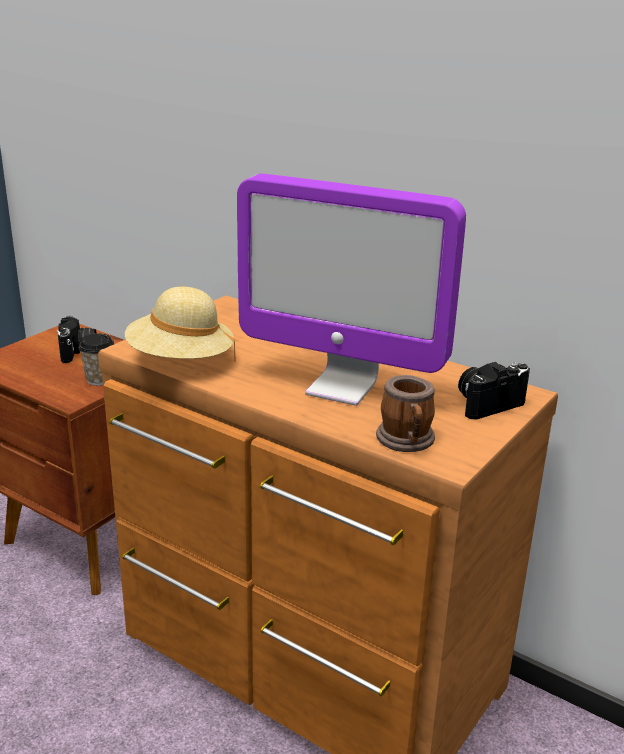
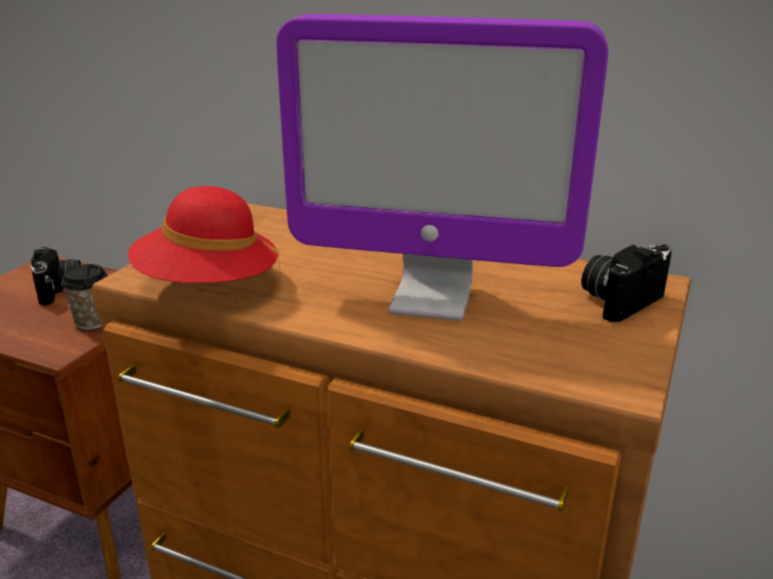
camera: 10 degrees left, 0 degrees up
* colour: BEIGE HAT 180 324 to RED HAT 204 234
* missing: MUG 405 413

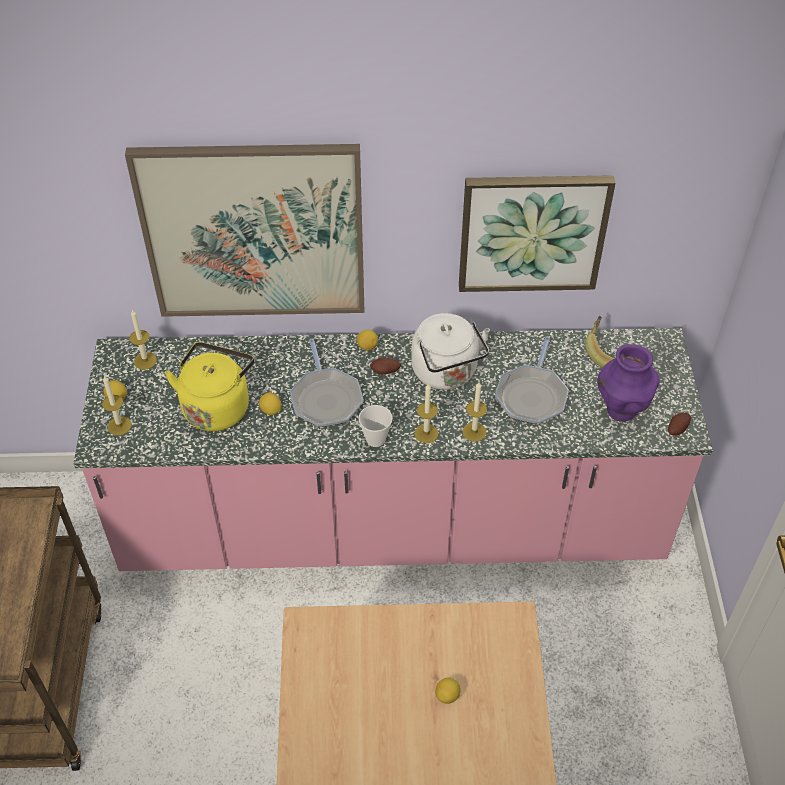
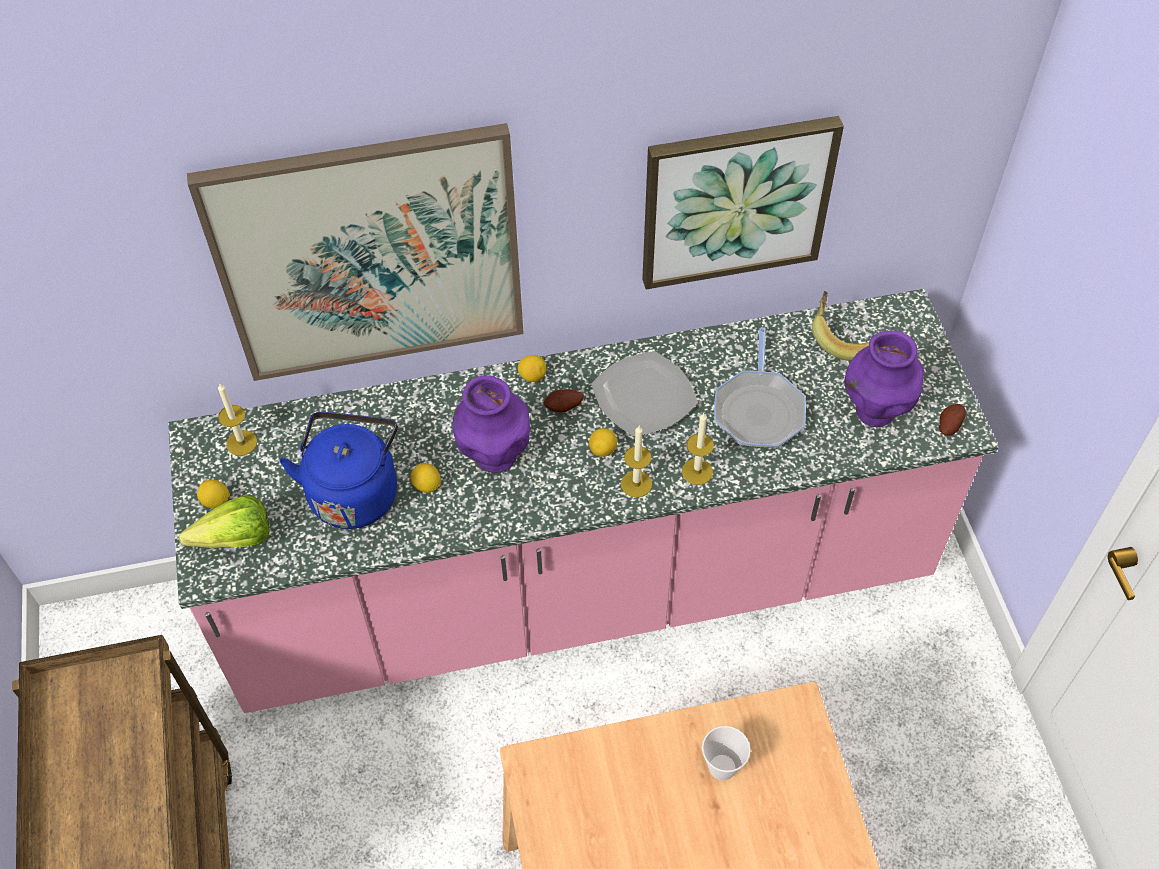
camera: 10 degrees left, 5 degrees up
* exchanged: CANDLE 117 405 to LETTUCE 224 521
* colour: YELLOW KETTLE 209 386 to BLUE KETTLE 339 470
* exchanged: FRYING PAN 327 382 to PURPLE VASE 491 424
* relocated: CUP 375 426 to 726 753
* exchanged: WHITE KETTLE 450 351 to PLATE 644 394
* relocated: LEMON 448 690 to 603 442

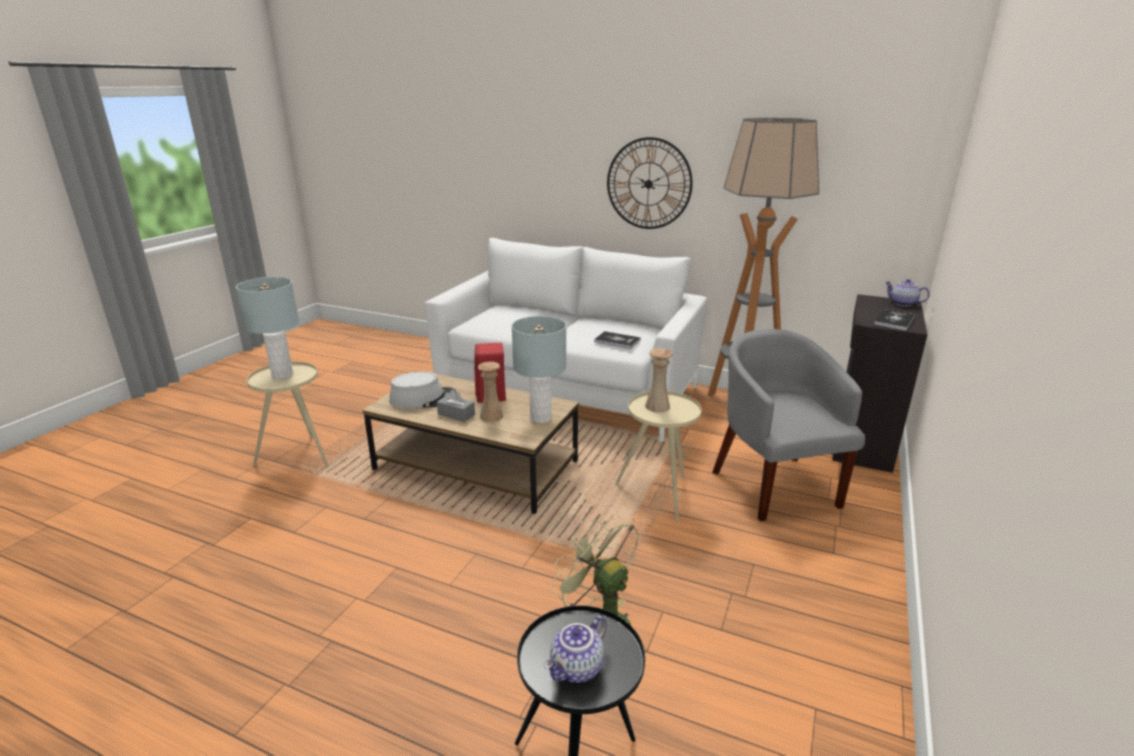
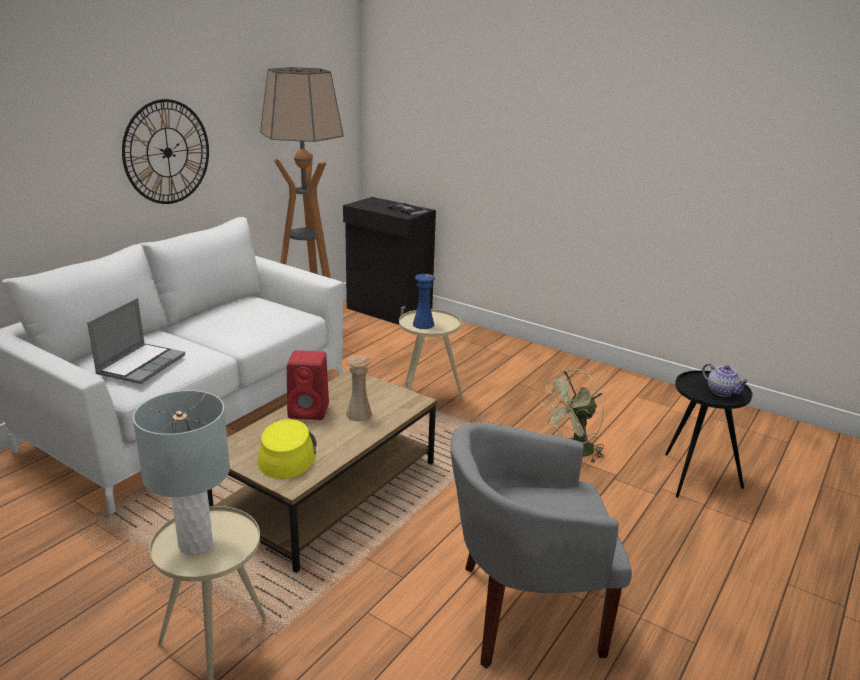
camera: 80 degrees left, 0 degrees up
* colour: GREY HAT 423 390 to YELLOW HAT 287 449
* missing: GREY TISSUE BOX 456 405
* missing: GREY TABLE LAMP 539 369
* missing: BOOK 617 340
* colour: BEIGE VASE 659 380 to BLUE VASE 424 301
* relocated: GREY ARMCHAIR 788 425 to 541 545
* missing: TEAPOT 907 293
* appeared: LAPTOP 136 341

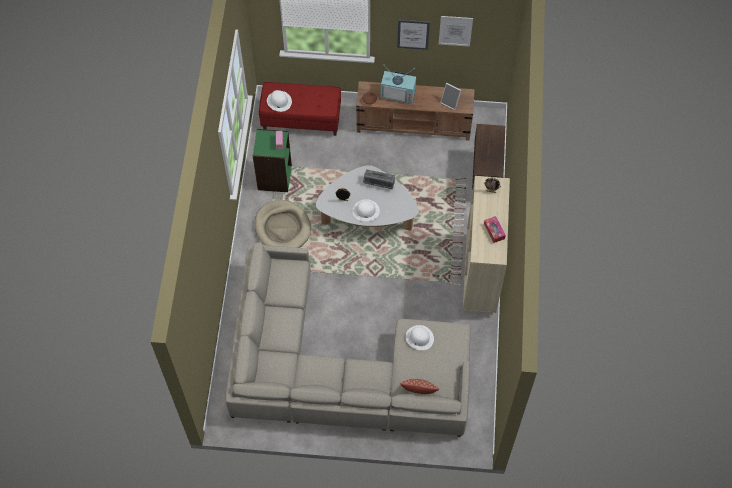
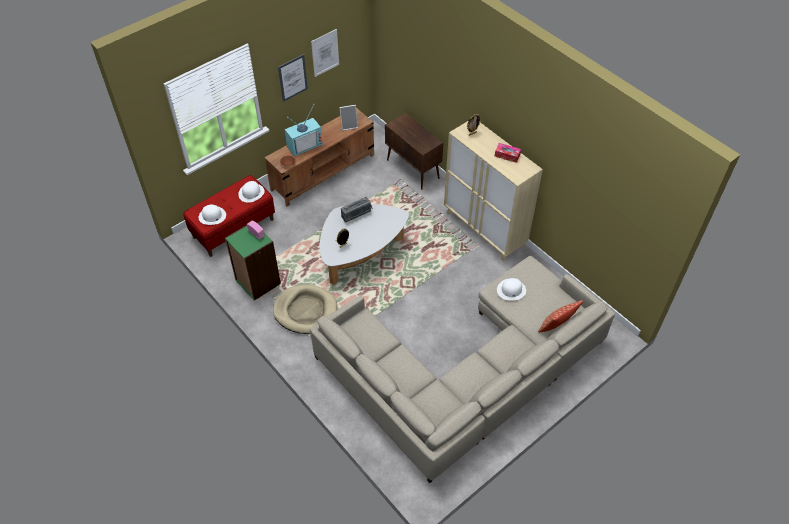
camera: 45 degrees left, 10 degrees down
* relocated: WHITE HAT 366 210 to 251 192

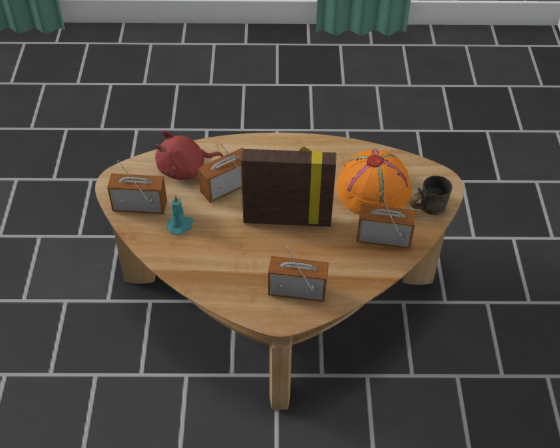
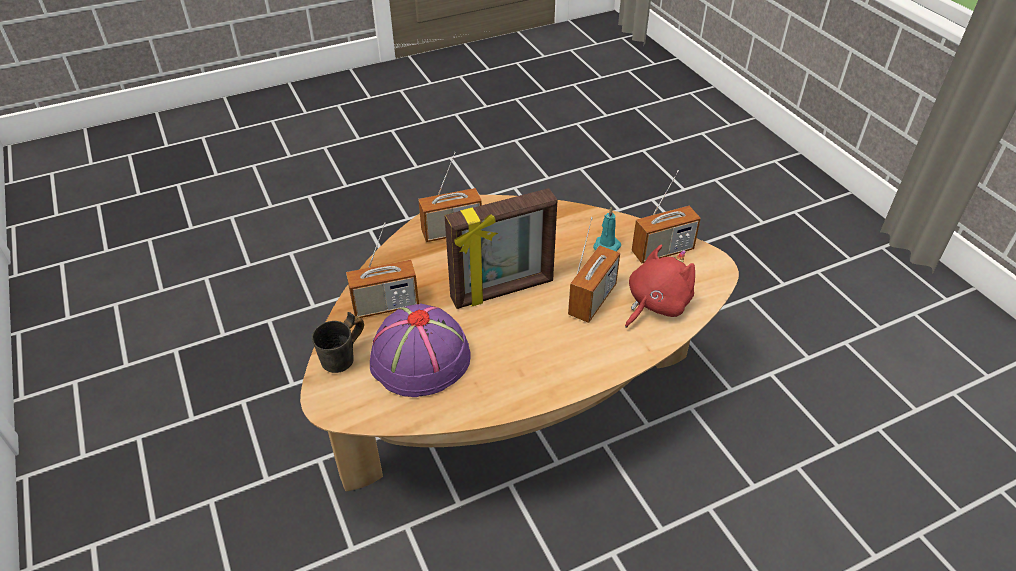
camera: 155 degrees right, 5 degrees down
* colour: ORANGE HAT 374 182 to PURPLE HAT 420 350

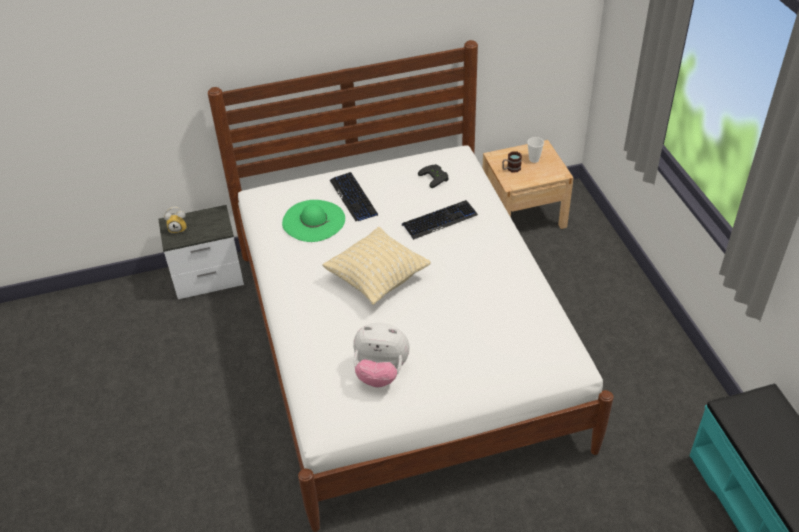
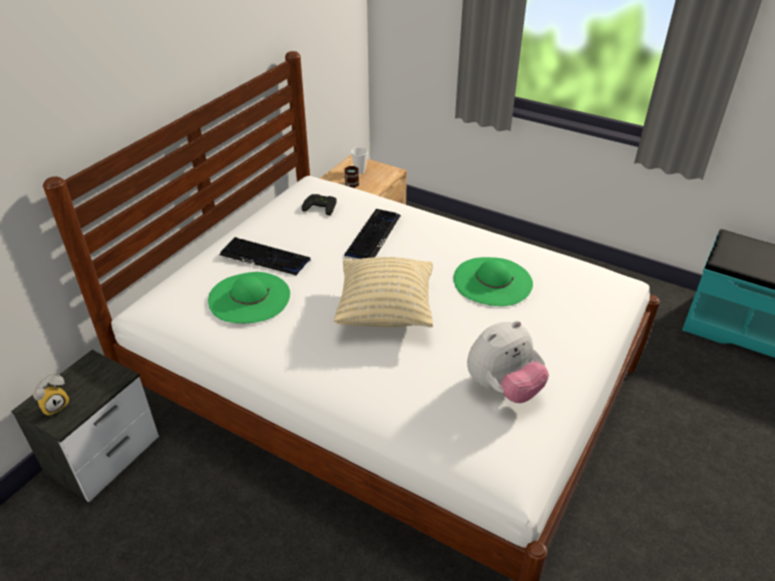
camera: 45 degrees left, 5 degrees down
* appeared: GREEN HAT 493 281

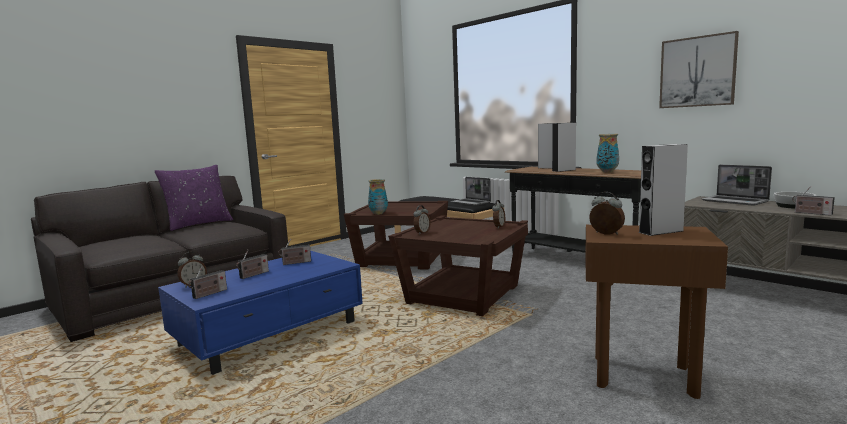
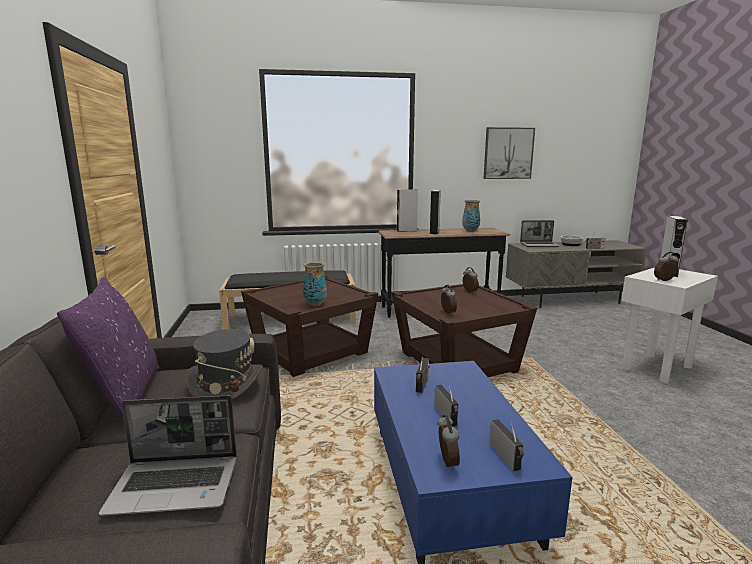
camera: 55 degrees left, 5 degrees up
* relocated: LAPTOP 470 191 to 168 455
* colour: BROWN SIDE TABLE 656 312 to WHITE SIDE TABLE 669 326
* appeared: GREY HAT 224 364

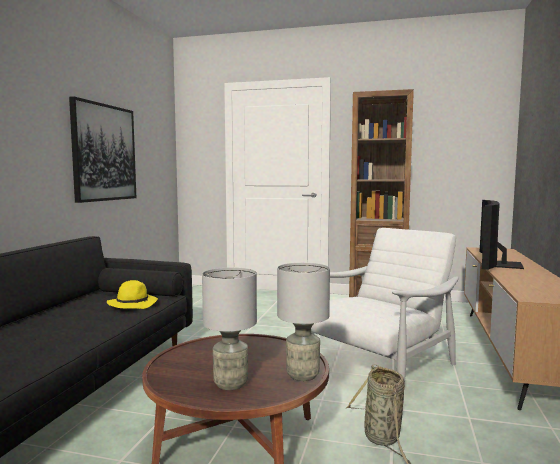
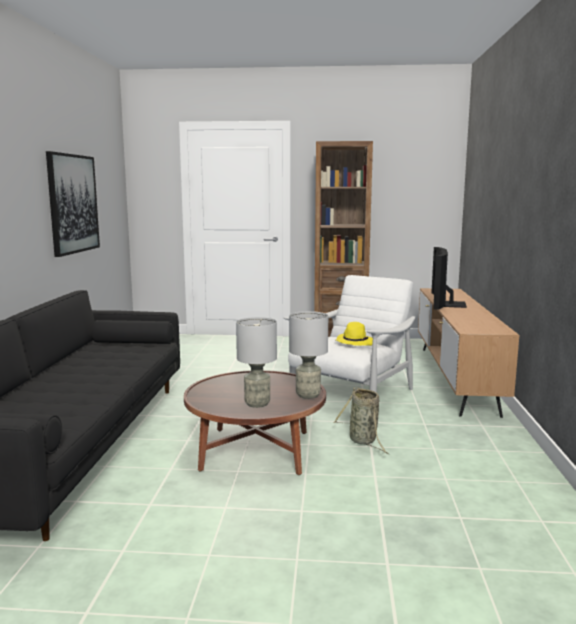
camera: 10 degrees left, 5 degrees up
* relocated: YELLOW HAT 132 294 to 354 334

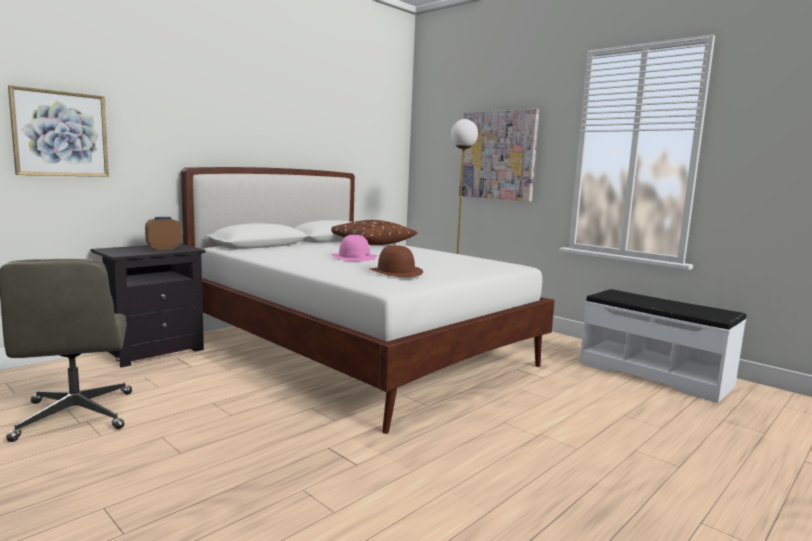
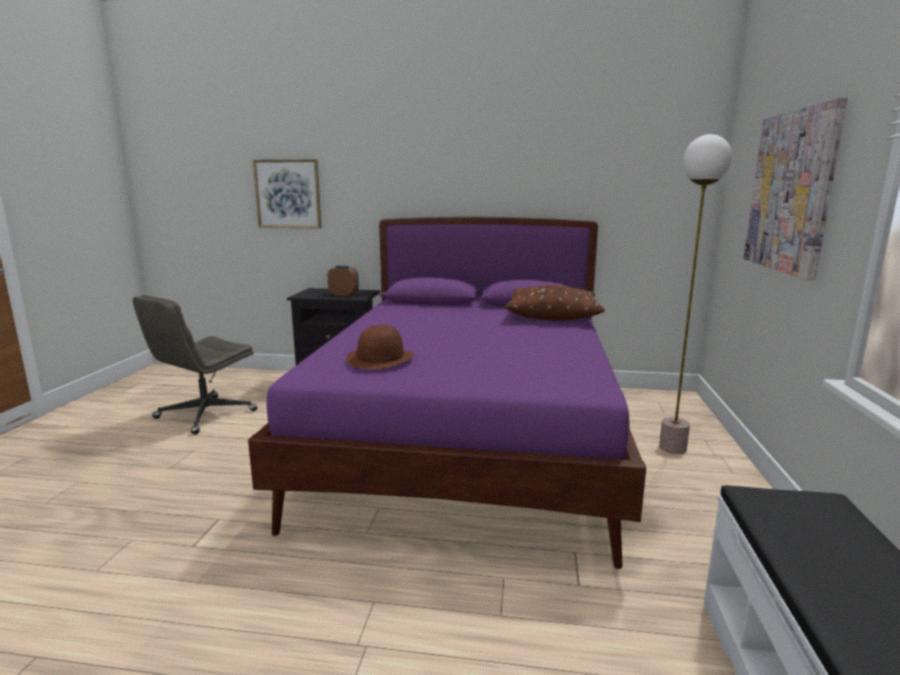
camera: 55 degrees right, 5 degrees up
* colour: WHITE BED 368 300 to PURPLE BED 447 393
* missing: PINK HAT 354 248

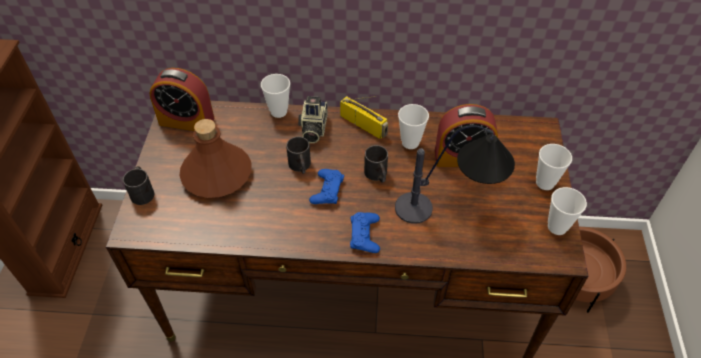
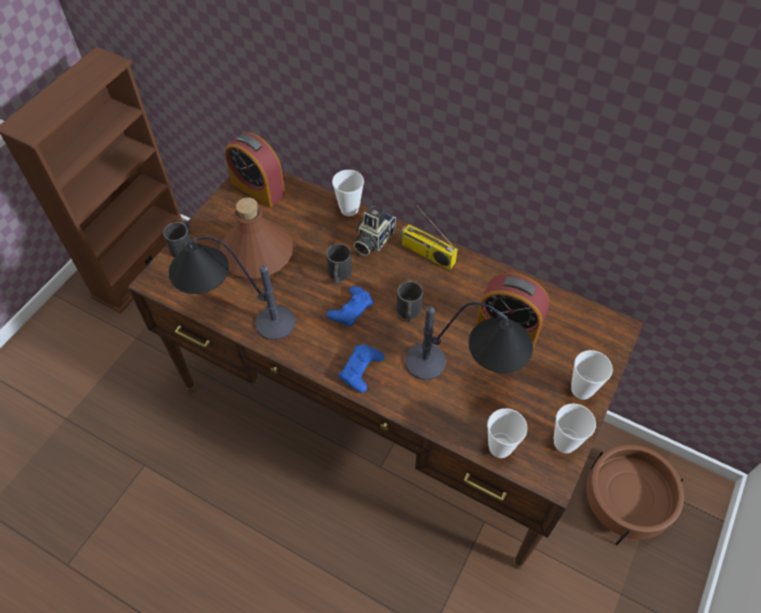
camera: 25 degrees right, 5 degrees up
* spun: RADIO 364 117 = 429 238 150 degrees clockwise
* relocated: CUP 413 126 to 507 433
* appeared: TABLE LAMP 232 288

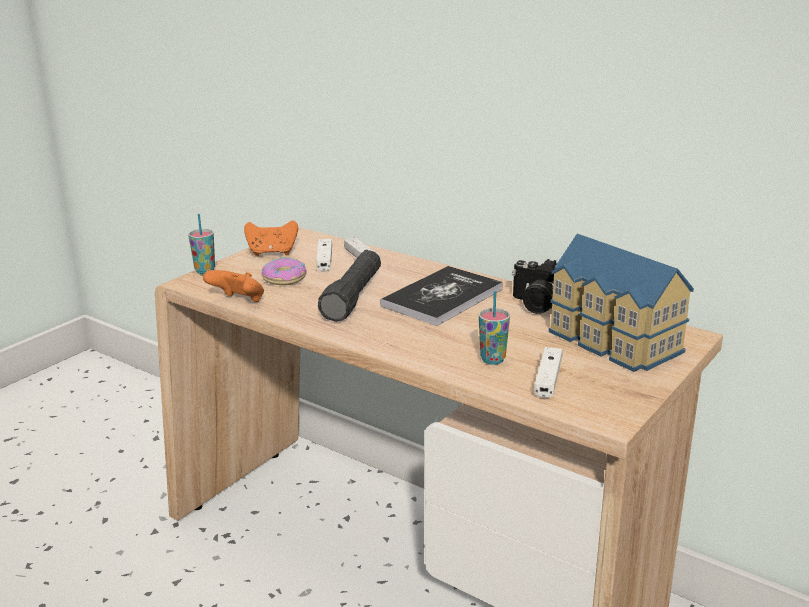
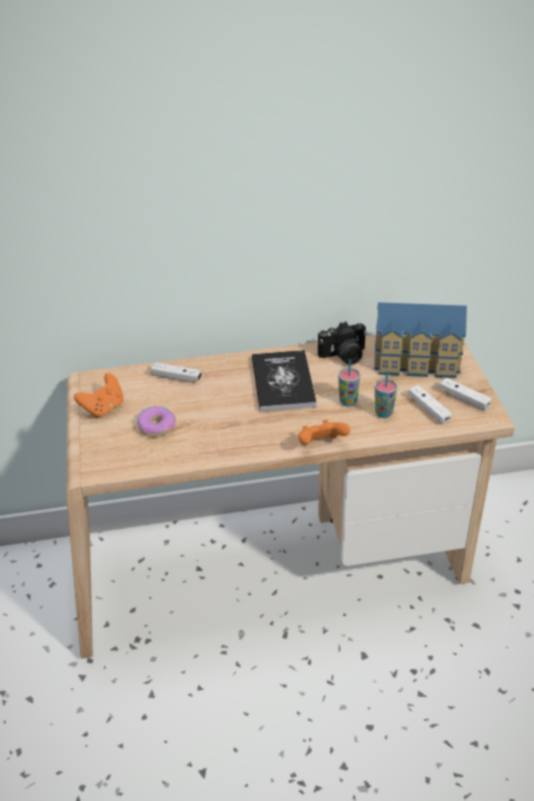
camera: 45 degrees left, 15 degrees up
* relocated: CUP 201 244 to 349 382
* relocated: ORANGE GAME CONTROLLER 233 286 to 324 432
* relocated: WHITE GAME CONTROLLER 324 255 to 465 394
* missing: BLACK FLASHLIGHT 349 286

